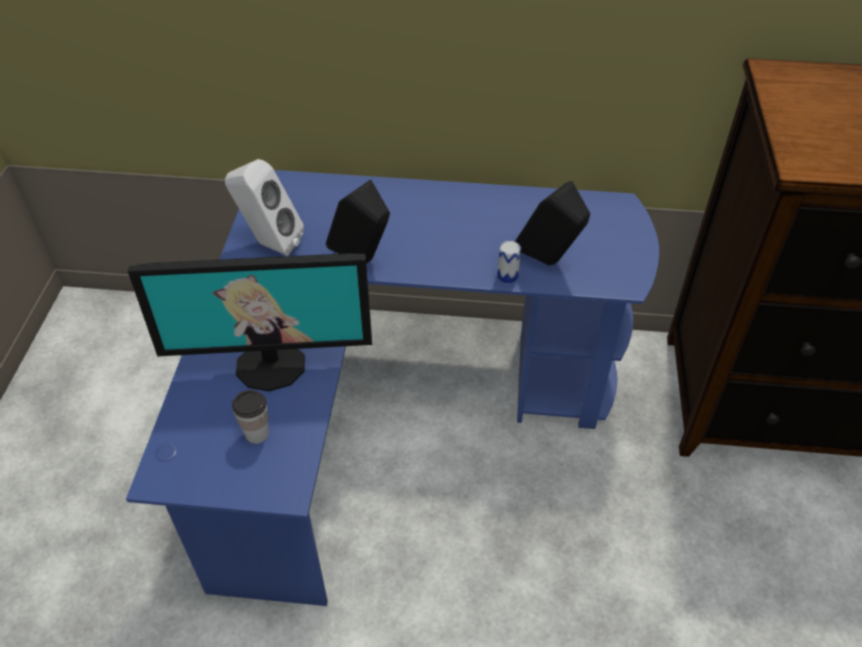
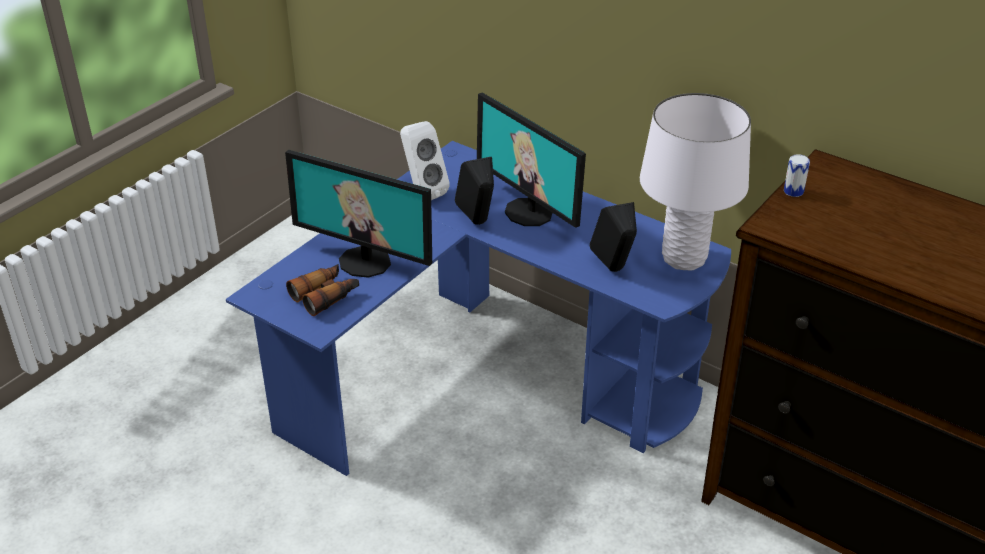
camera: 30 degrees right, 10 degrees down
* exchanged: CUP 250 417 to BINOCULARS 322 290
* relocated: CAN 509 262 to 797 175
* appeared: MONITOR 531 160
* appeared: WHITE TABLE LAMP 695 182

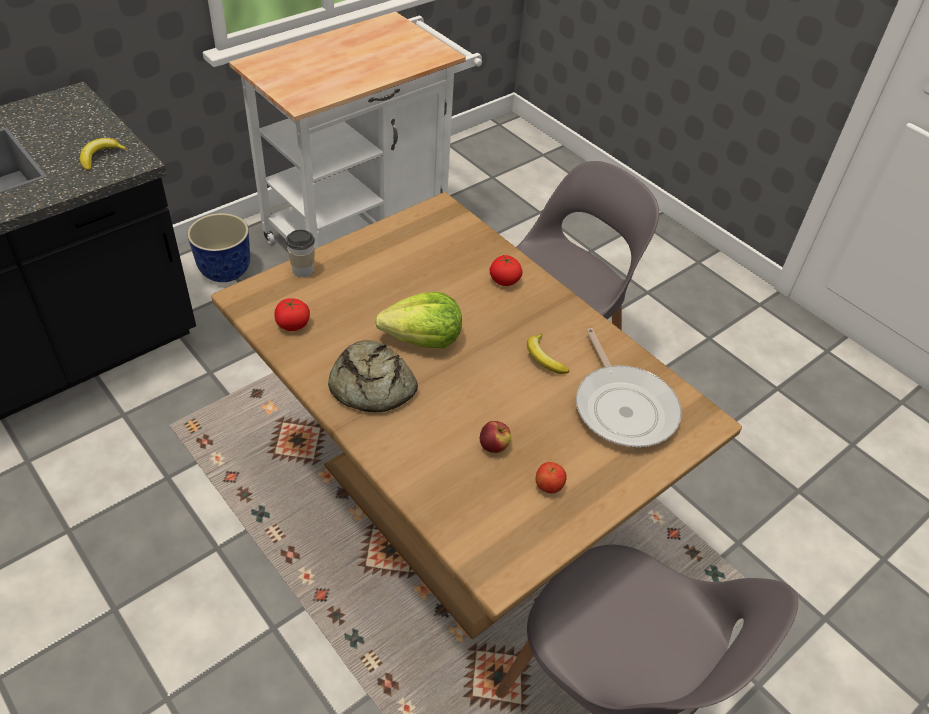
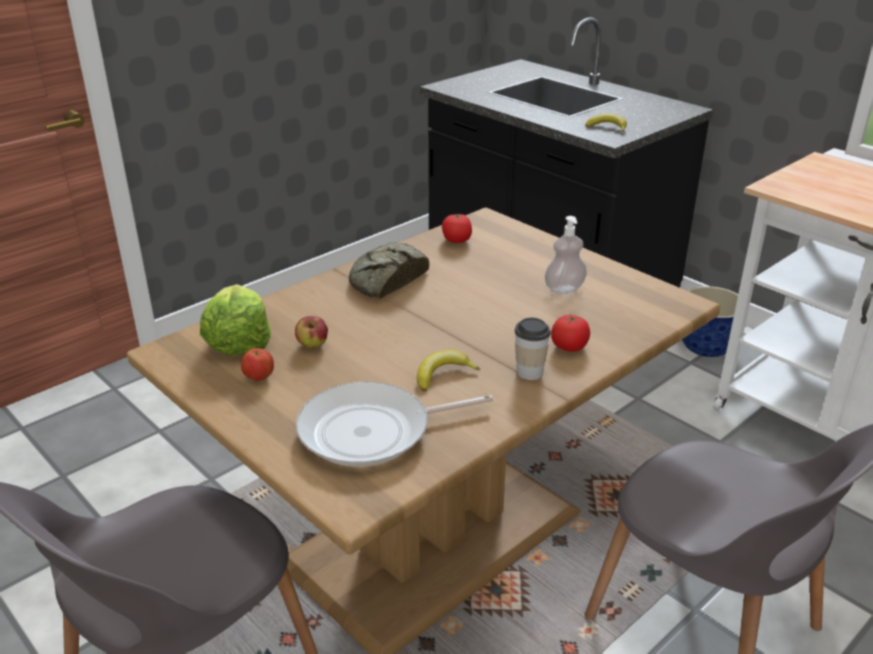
camera: 90 degrees right, 15 degrees down
* relocated: CUP 300 253 to 533 349
* relocated: LETTUCE 418 320 to 235 319
* appeared: SOAP DISPENSER 566 255

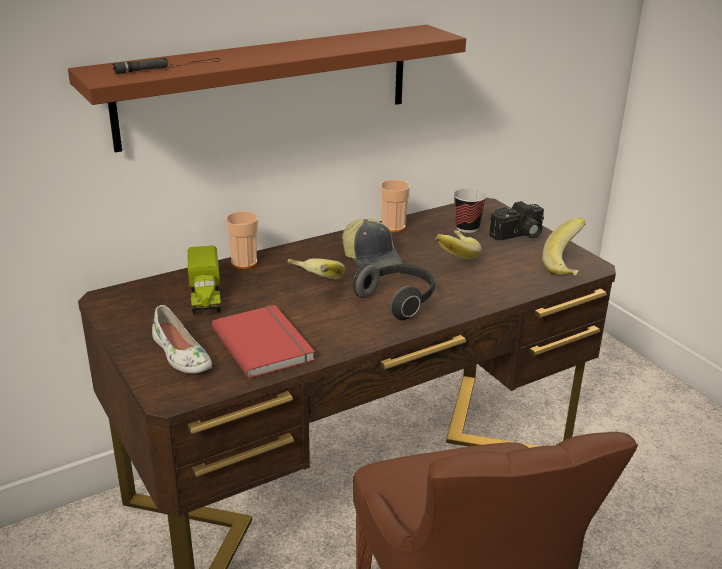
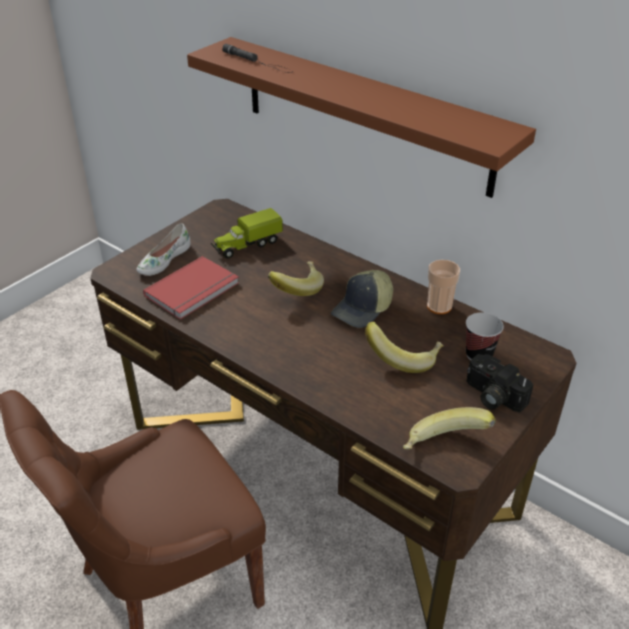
camera: 70 degrees right, 10 degrees up
* missing: CUP 242 240
* missing: HEADPHONES 394 292

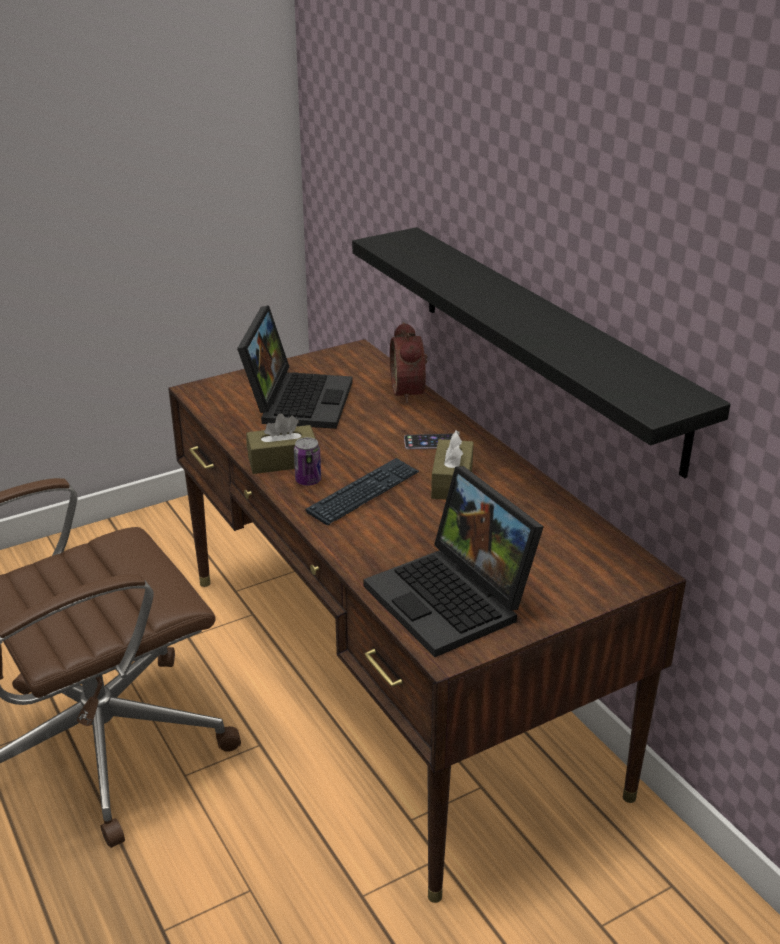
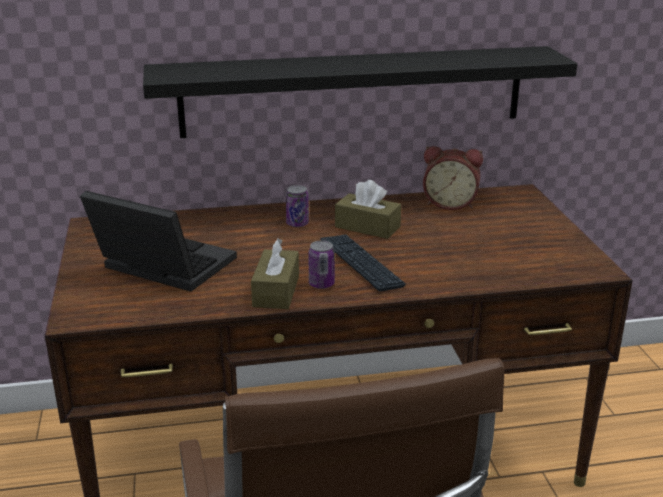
camera: 70 degrees left, 5 degrees down
* missing: LAPTOP 453 561
* relocated: ALARM CLOCK 408 362 to 453 178
* exchanged: PHONE 428 441 to CAN 297 206

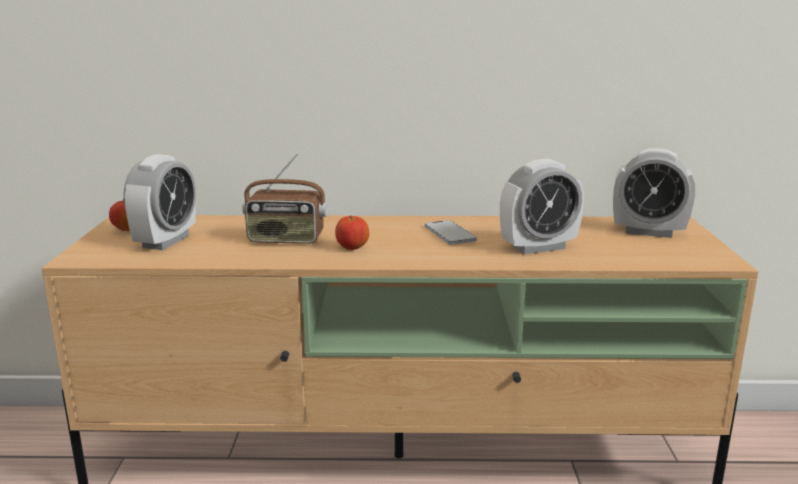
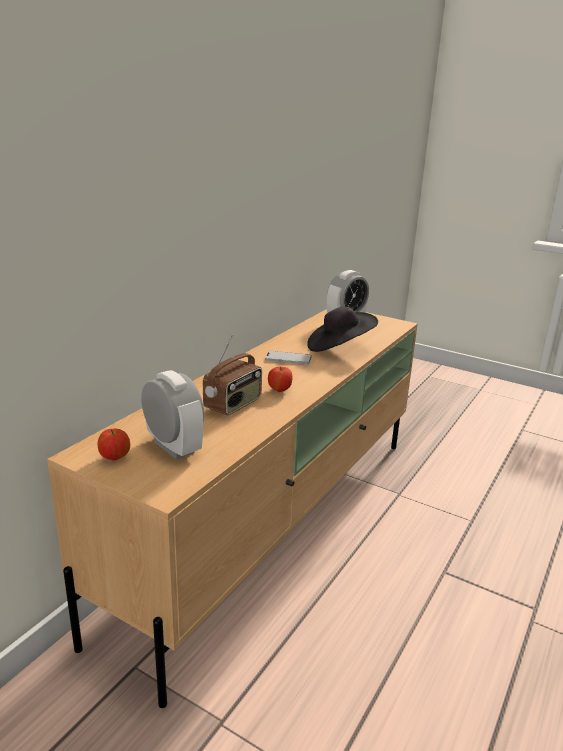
camera: 60 degrees left, 5 degrees up
* exchanged: ALARM CLOCK 542 206 to BLACK HAT 342 329

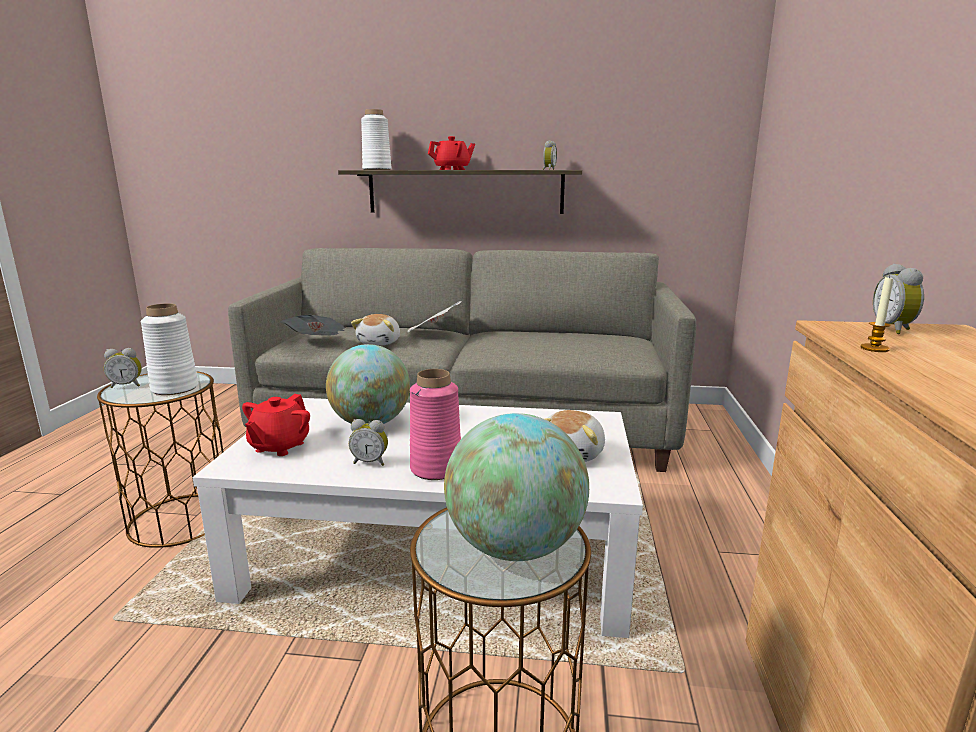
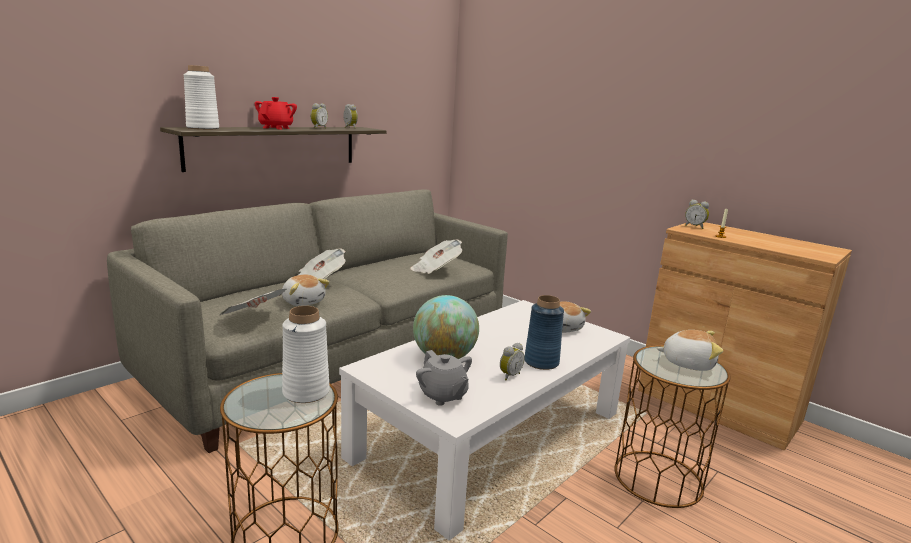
camera: 55 degrees left, 0 degrees up
* relocated: ALARM CLOCK 123 368 to 319 116
* colour: RED TEAPOT 276 425 to GREY TEAPOT 444 378
* colour: PINK VASE 435 424 to BLUE VASE 544 332
* exchanged: GLOBE 516 487 to PLUSH TOY 689 350
* appeared: NEWSPAPER 436 257

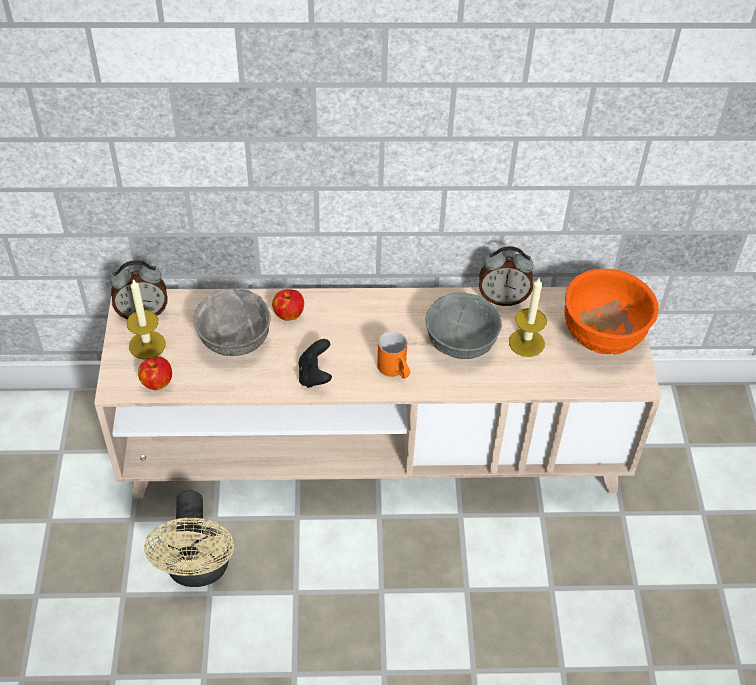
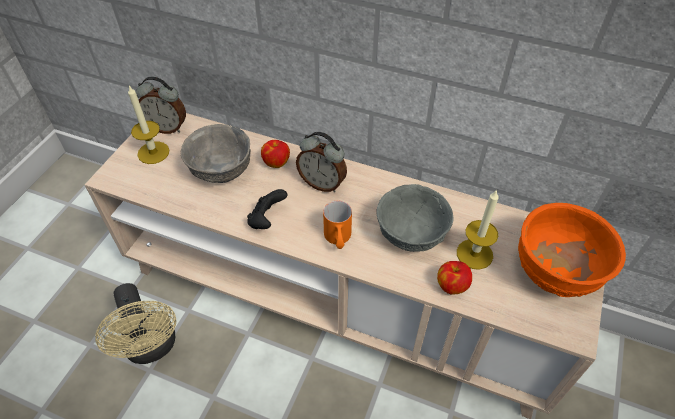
camera: 25 degrees right, 0 degrees up
* relocated: APPLE 155 373 to 454 278
* spun: BEIGE FAN 189 538 = 135 323 45 degrees counterclockwise
* relocated: ALARM CLOCK 506 276 to 321 162

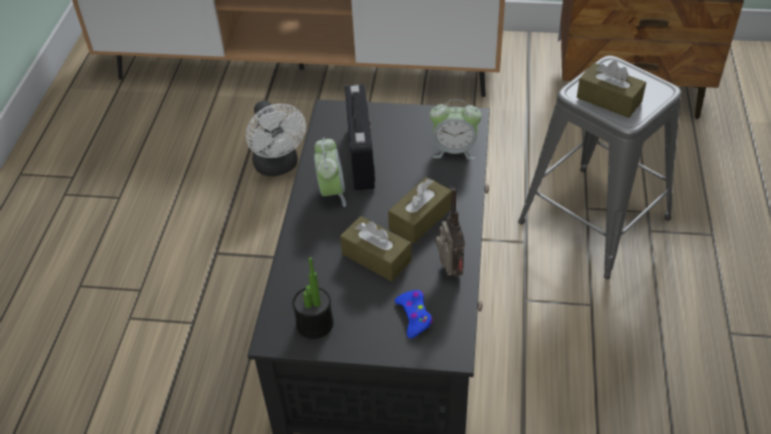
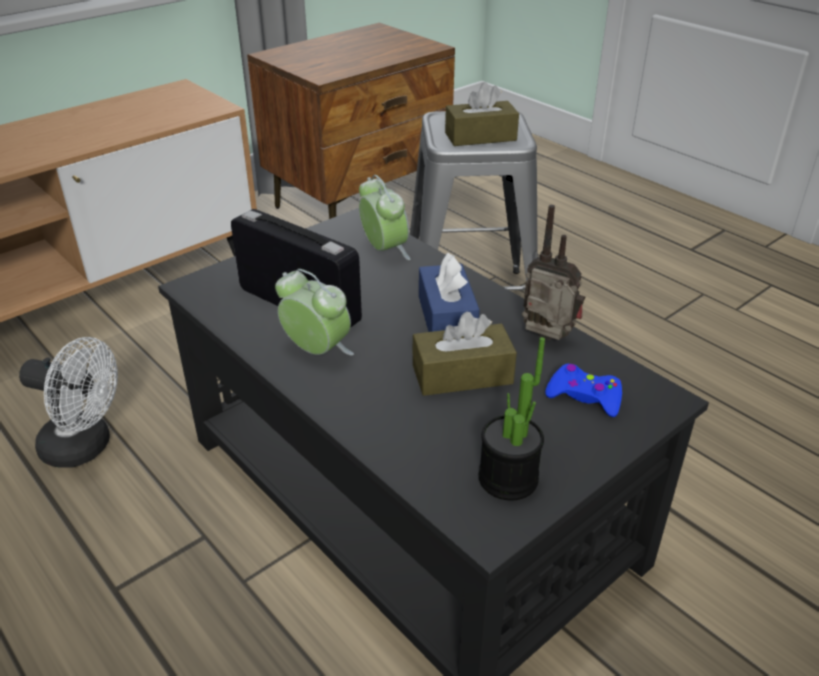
camera: 50 degrees left, 10 degrees down
* colour: BROWN TISSUE BOX 420 210 to BLUE TISSUE BOX 449 292
* spun: ALARM CLOCK 456 129 = 385 217 75 degrees counterclockwise

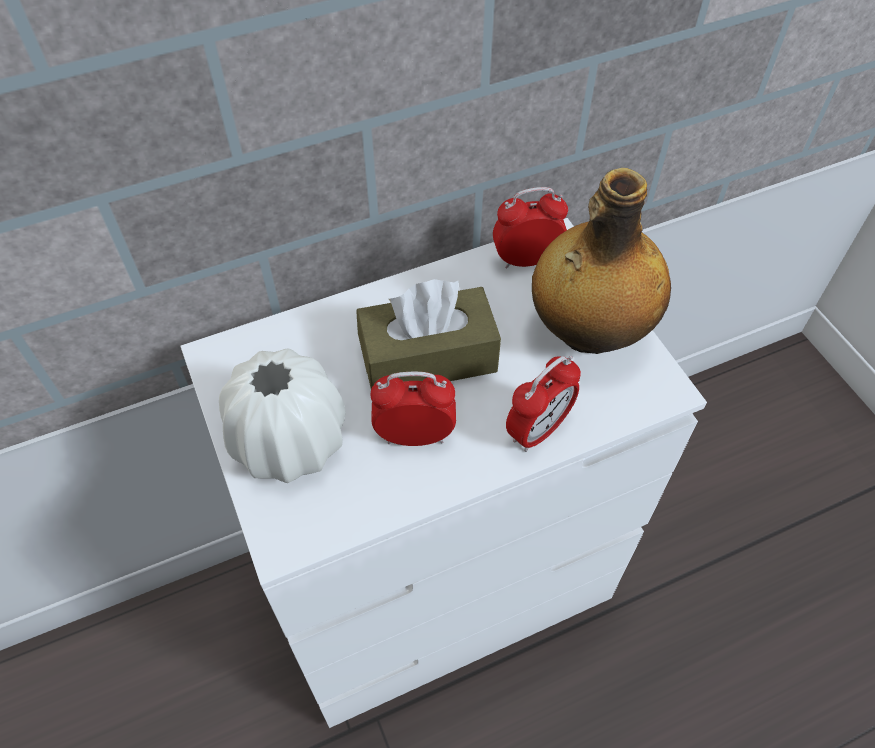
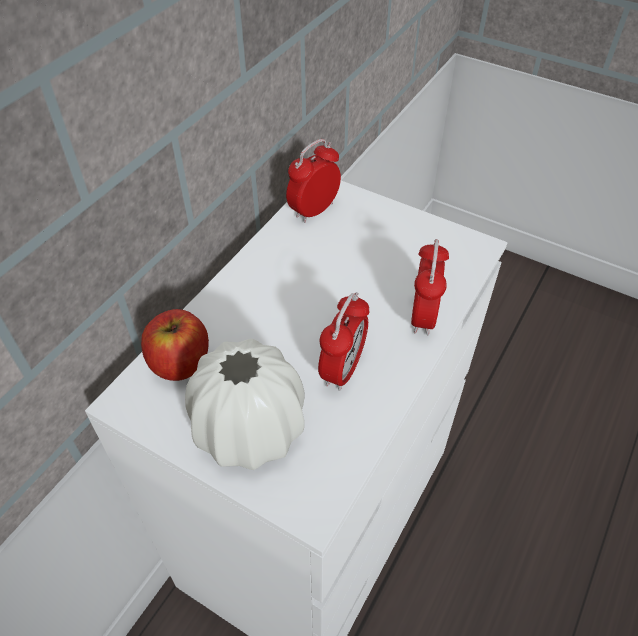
camera: 35 degrees left, 5 degrees down
* missing: BROWN TISSUE BOX 428 334
* spun: ALARM CLOCK 413 409 = 343 341 150 degrees clockwise
* missing: BOTTLE 601 261
* appeared: APPLE 175 345

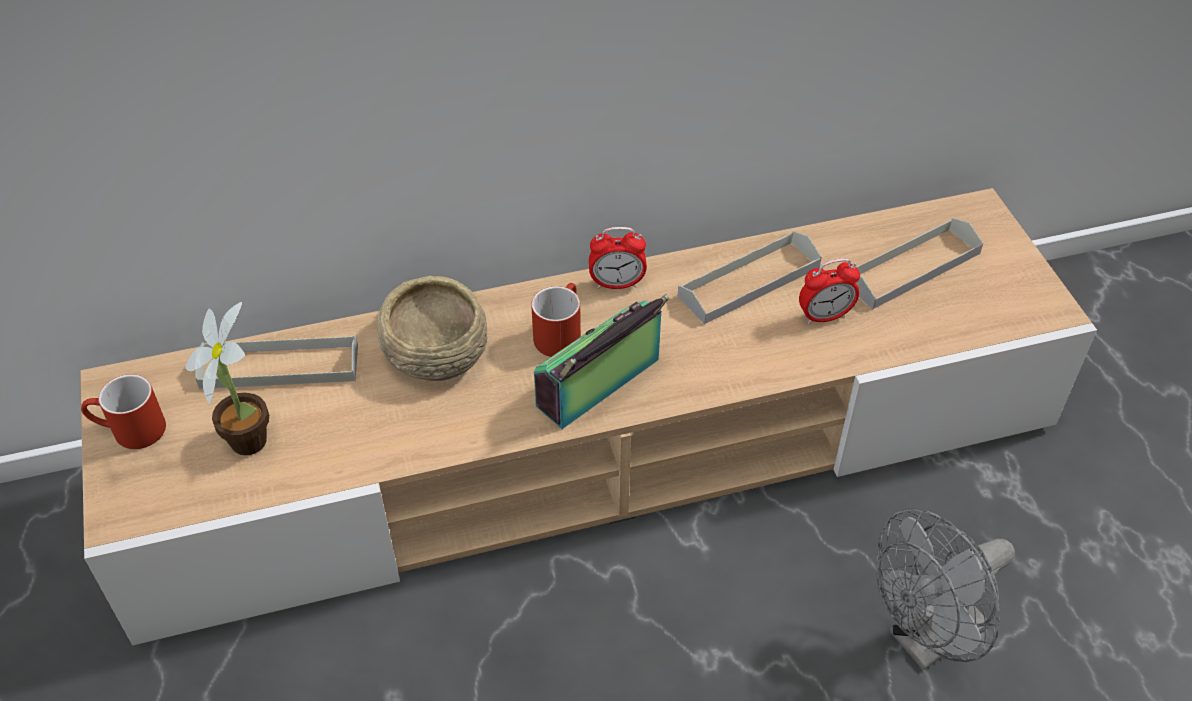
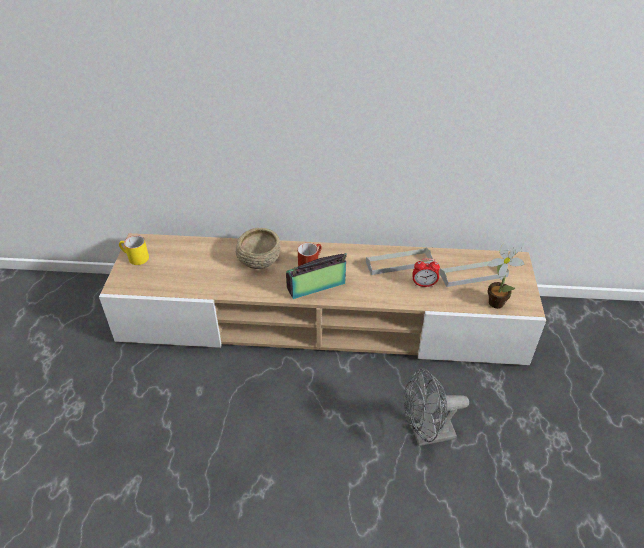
camera: 20 degrees right, 5 degrees down
* colour: RED MUG 123 411 to YELLOW MUG 134 250
* relocated: POTTED PLANT 227 378 to 505 276
* missing: GREY TRAY 276 362
* missing: ALARM CLOCK 618 258

